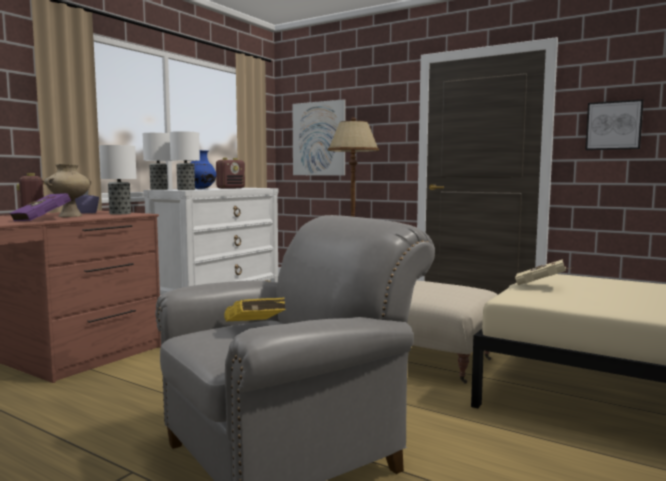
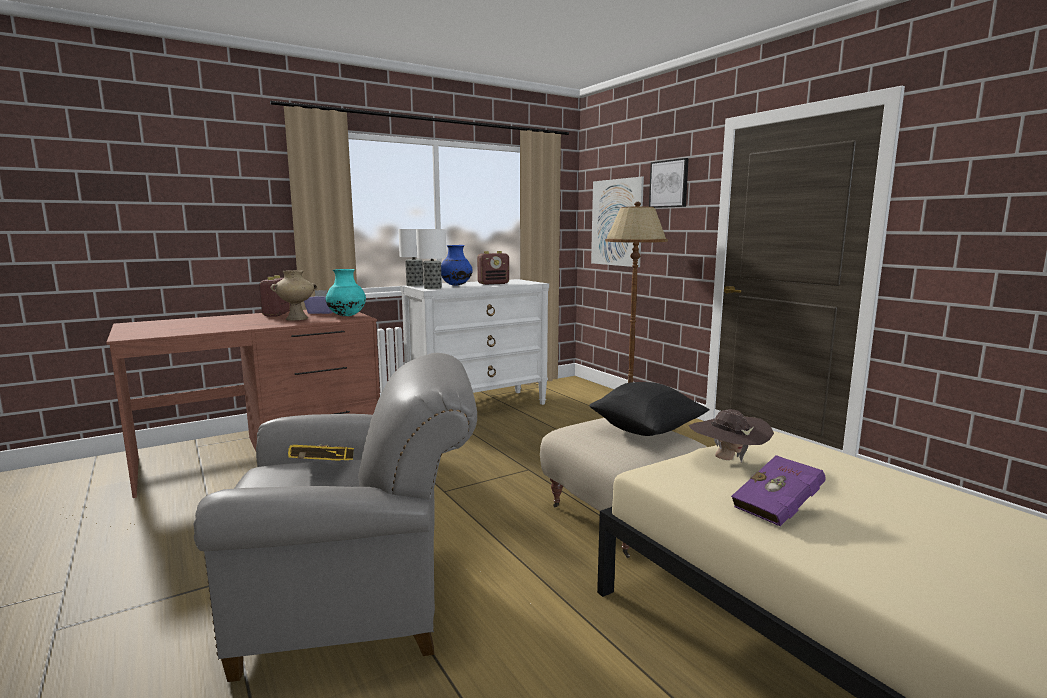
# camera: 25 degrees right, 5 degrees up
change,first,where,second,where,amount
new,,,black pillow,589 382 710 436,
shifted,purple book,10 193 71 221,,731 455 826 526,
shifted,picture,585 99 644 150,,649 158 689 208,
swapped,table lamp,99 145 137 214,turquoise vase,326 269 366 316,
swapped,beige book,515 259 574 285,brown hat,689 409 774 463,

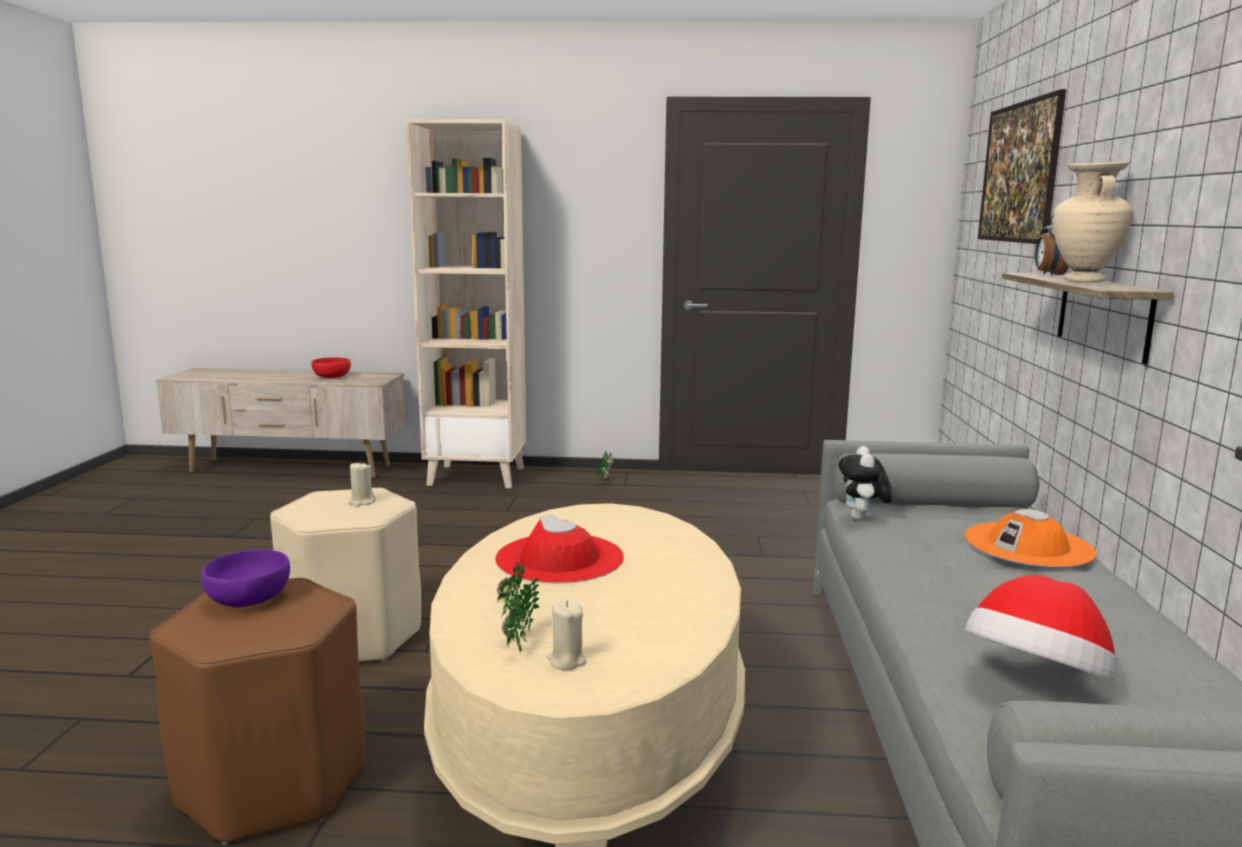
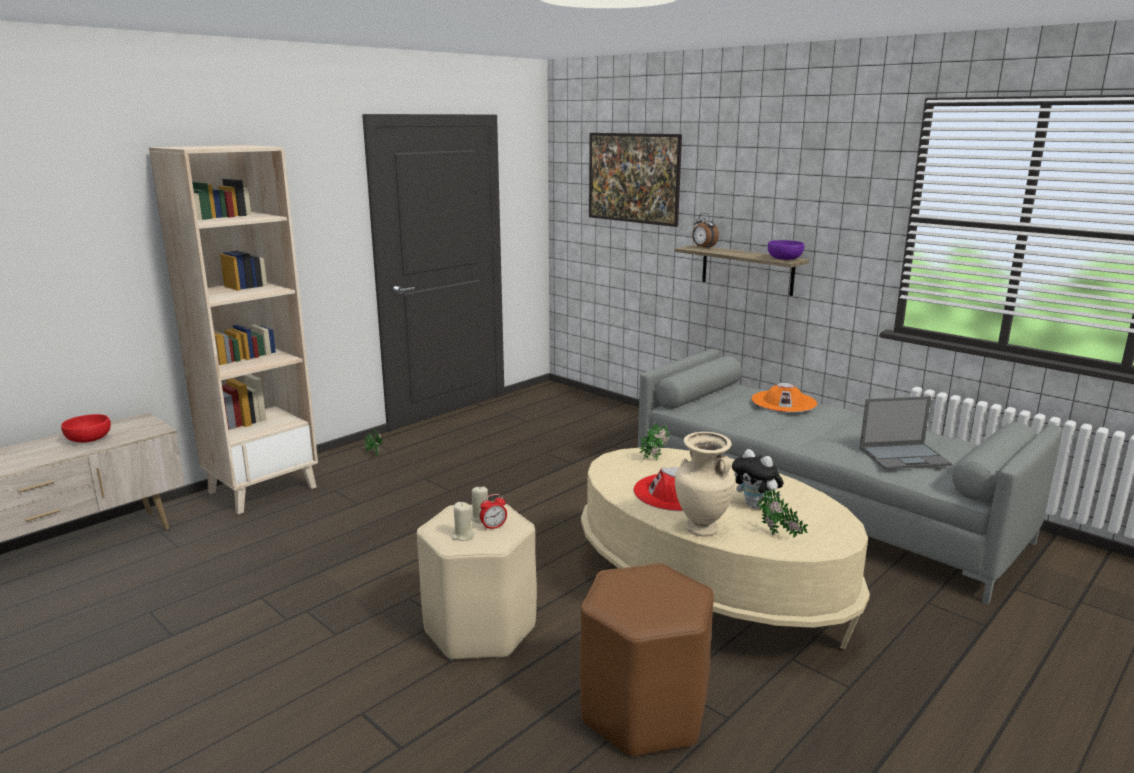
# camera: 50 degrees left, 5 degrees up
change,first,where,second,where,amount
new,,,alarm clock,480 494 507 530,
new,,,potted plant,640 422 671 460,
shifted,purple bowl,202 549 290 608,,768 240 804 260,
shifted,beige candle,547 599 586 670,,452 502 474 541,
shifted,plush toy,838 446 892 520,,732 449 784 508,
shifted,beige vase,1053 162 1133 283,,675 432 735 537,
swapped,hat,965 575 1117 680,laptop,859 396 952 469,

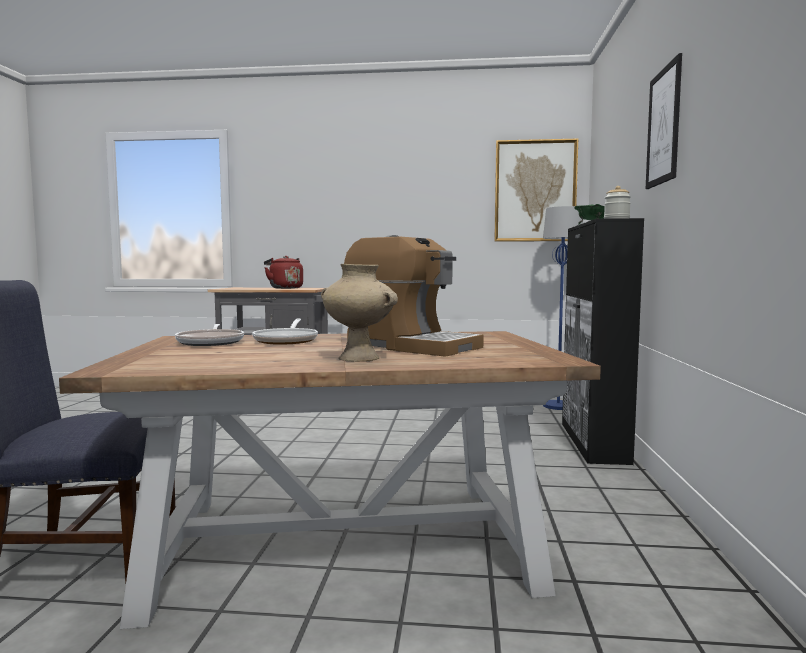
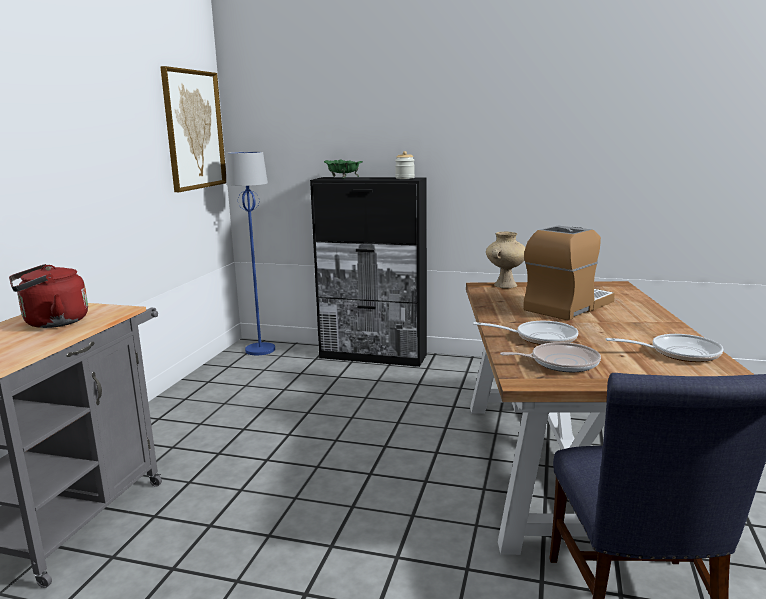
# camera: 80 degrees left, 10 degrees up
change,first,where,second,where,amount
gone,picture,646 53 682 189,,,
new,,,frying pan,606 334 723 362,
shifted,beige vase,321 264 398 362,,486 232 525 288,

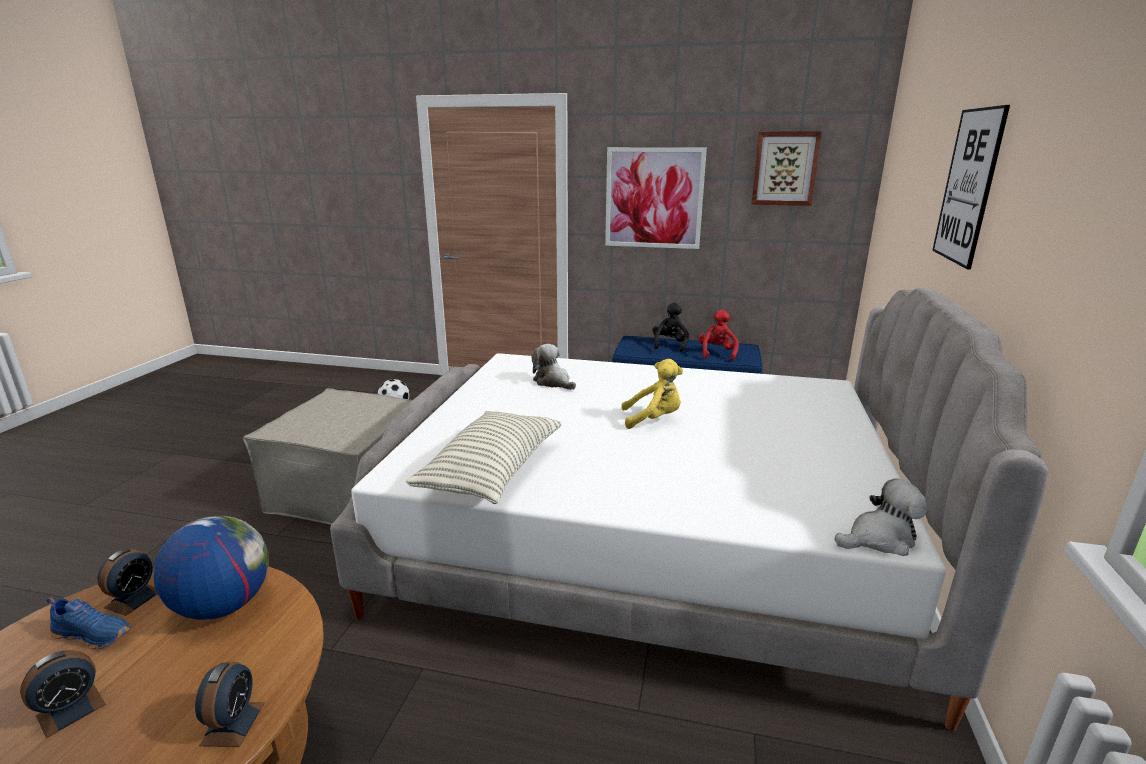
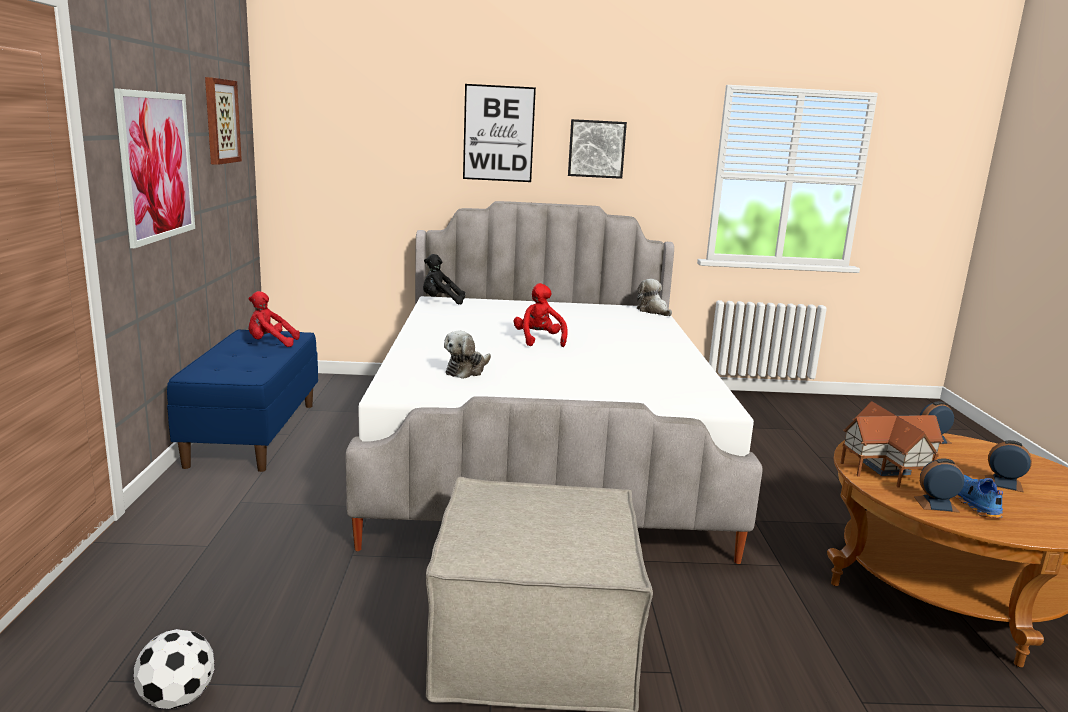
# camera: 105 degrees left, 5 degrees down
change,first,where,second,where,amount
gone,pillow,406 411 562 504,,,
new,,,picture,568 119 627 179,
shifted,black plush toy,653 303 689 352,,423 254 465 304,
swapped,globe,154 516 269 620,toy house,841 401 944 488,
repainted,yellow plush toy,621 359 683 429,red plush toy,513 283 568 347,

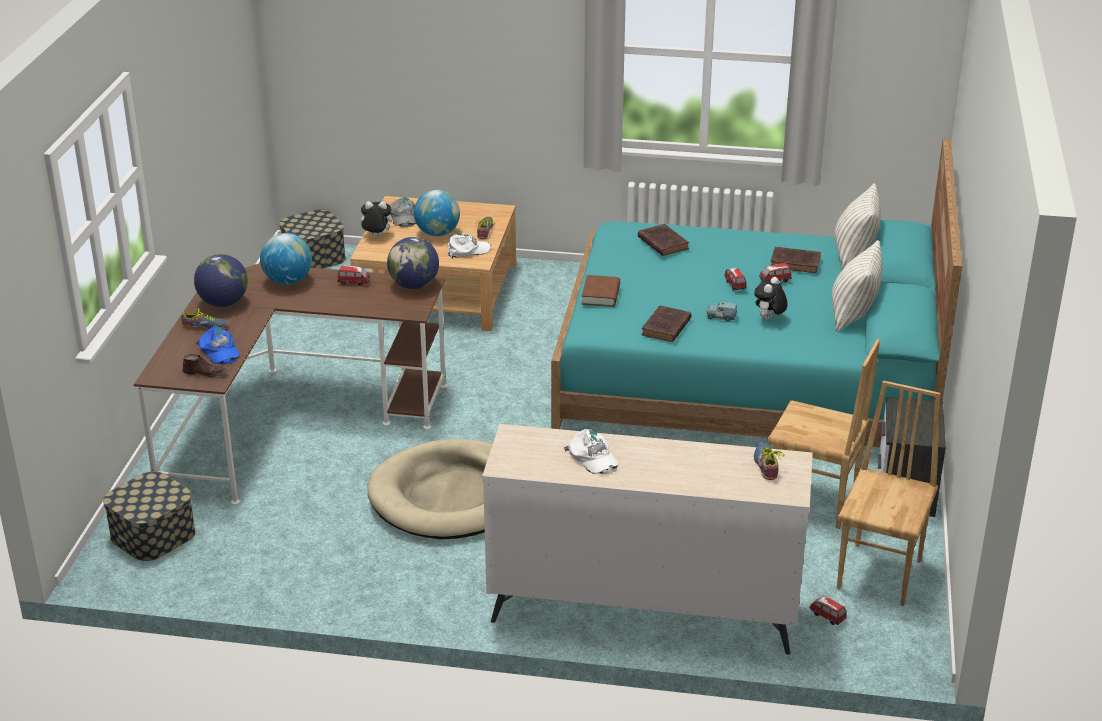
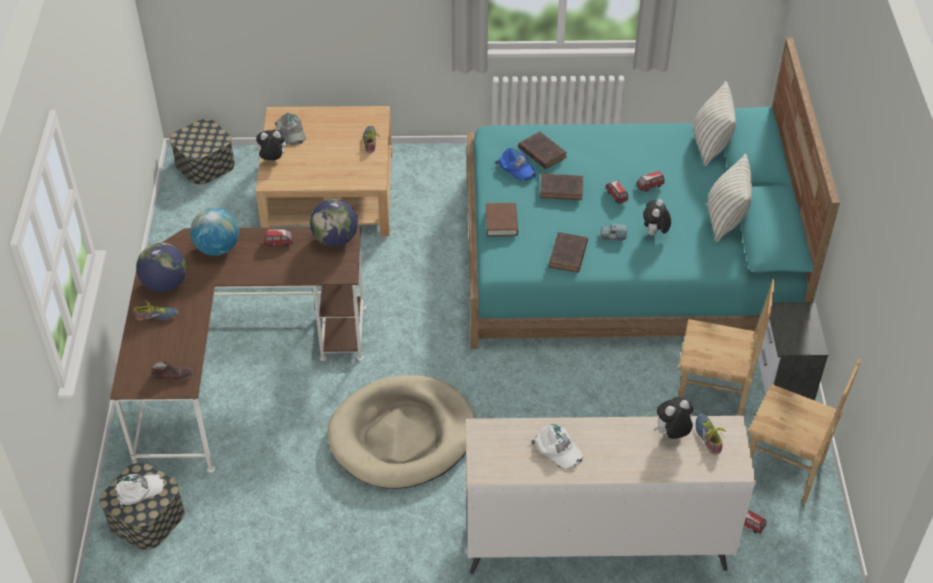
# camera: 10 degrees left, 15 degrees up
change,first,where,second,where,amount
gone,globe,414 190 460 236,,,
new,,,plush toy,654 397 693 439,
shifted,blue cap,196 326 240 364,,495 148 536 181,
shifted,white cap,447 233 491 259,,115 474 164 508,
shifted,brown book,771 247 821 273,,540 174 583 200,
rotated,brown chair,837 381 941 606,,747 359 862 504,105 degrees clockwise

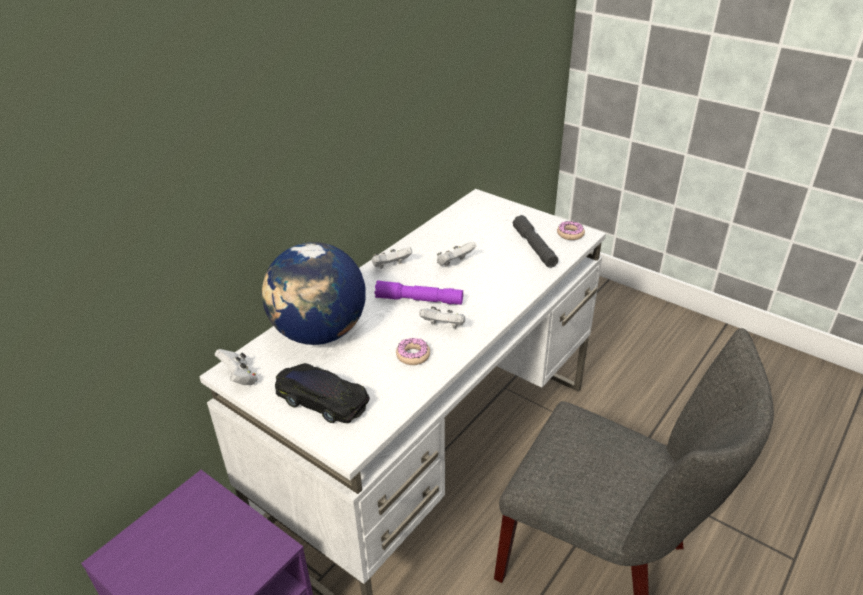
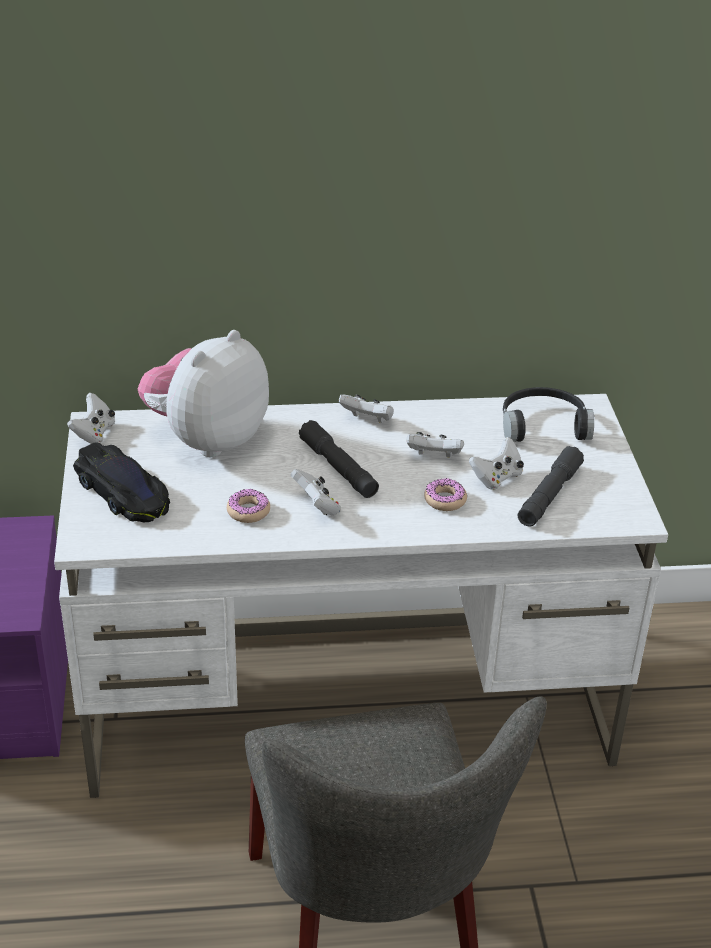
# camera: 45 degrees right, 0 degrees up
change,first,where,second,where,amount
new,,,white game controller,469 437 524 490,
new,,,black headphones,503 387 594 442,
shifted,donut,557 221 585 240,,424 478 467 511,
swapped,globe,262 242 366 345,plush toy,137 330 269 457,
repainted,purple flashlight,375 281 463 305,grey flashlight,299 420 379 498,
rotated,black toy car,275 363 370 423,,73 442 170 522,150 degrees clockwise

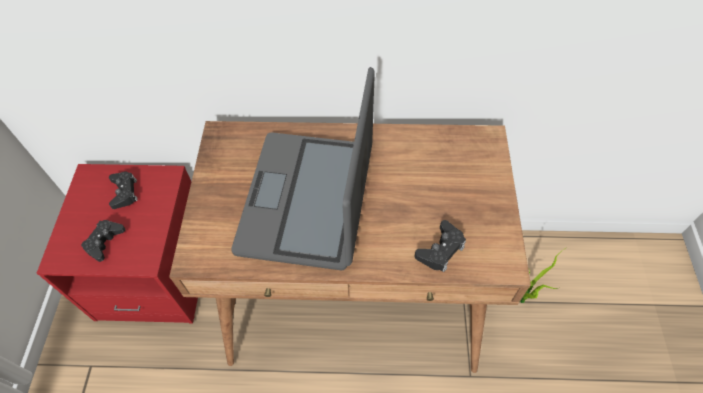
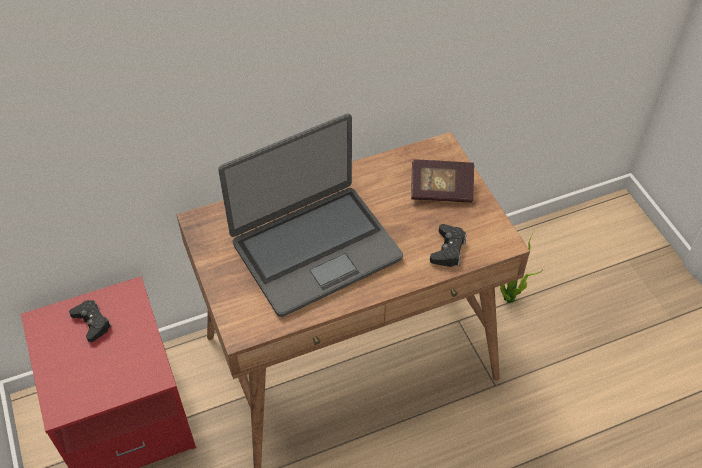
# camera: 25 degrees left, 5 degrees down
change,first,where,second,where,amount
gone,black game controller,81 220 125 262,,,
new,,,book,411 159 474 203,
rotated,laptop,231 67 375 270,,218 114 403 317,105 degrees counterclockwise

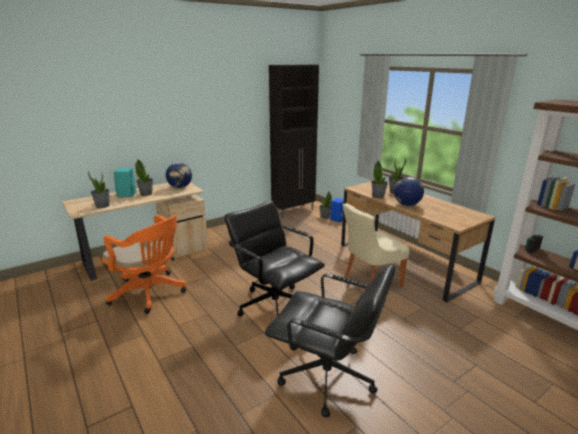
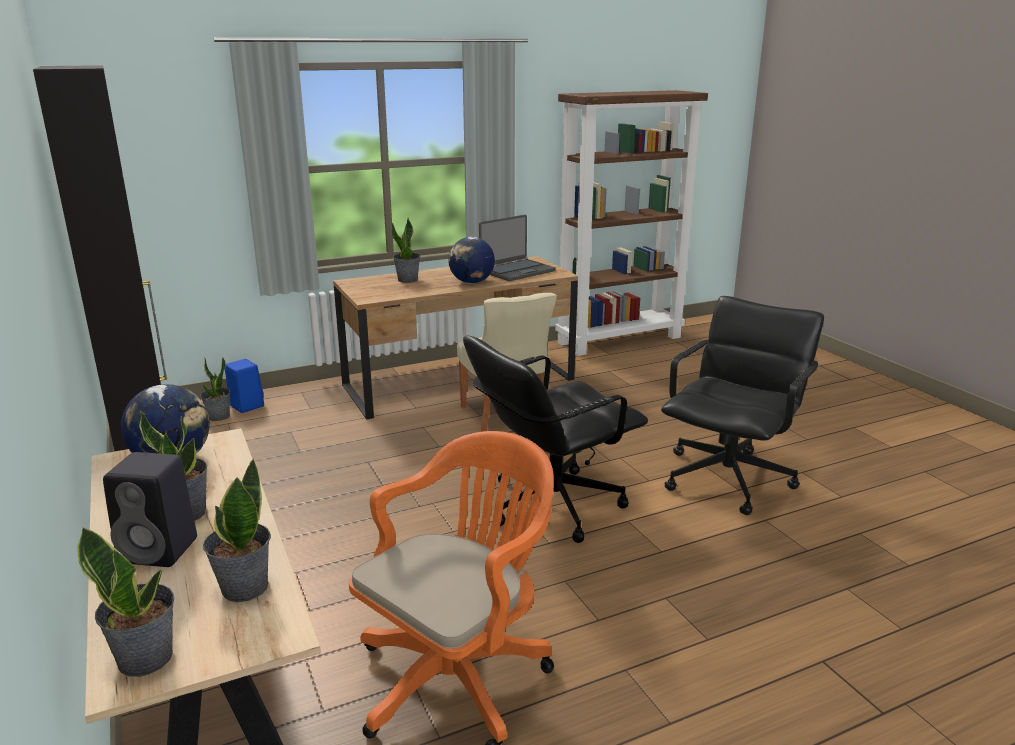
# camera: 80 degrees left, 0 degrees up
change,first,where,second,where,amount
new,,,laptop,479 215 555 281,
shifted,potted plant,371 161 388 198,,77 527 174 677,
repainted,turquoise speaker,114 168 136 197,black speaker,103 452 197 567,

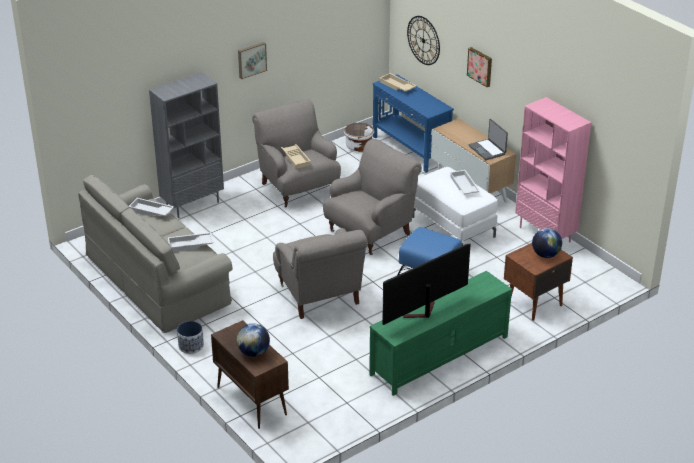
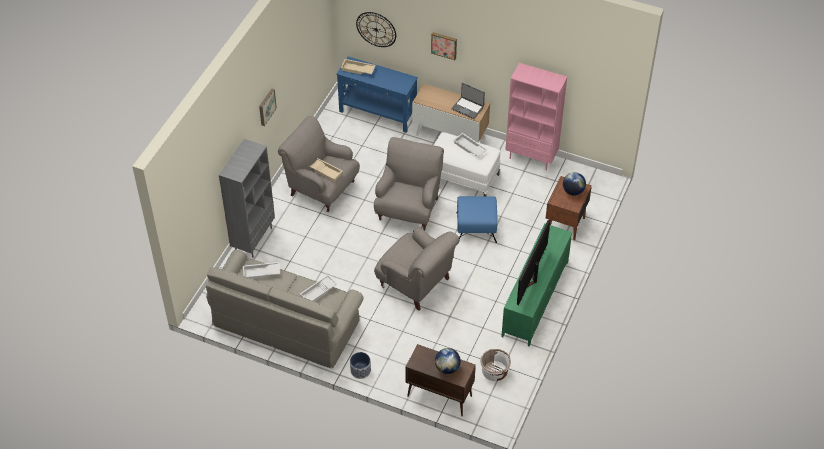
# camera: 30 degrees left, 15 degrees up
change,first,where,second,where,amount
shifted,white planter,344 123 374 152,,480 349 511 381,

